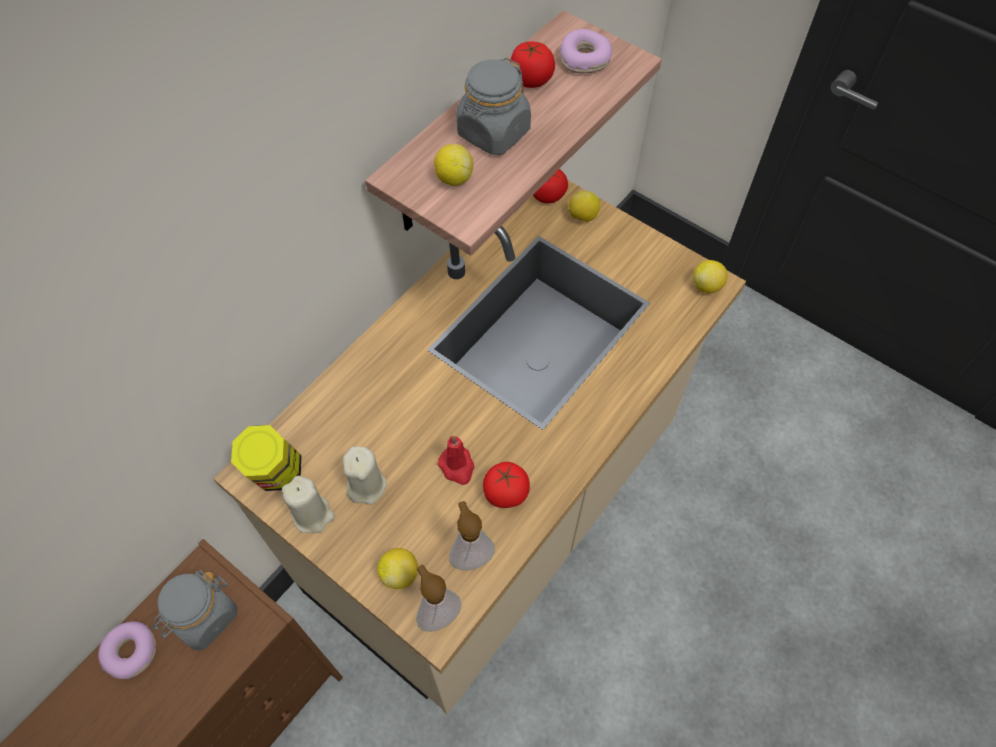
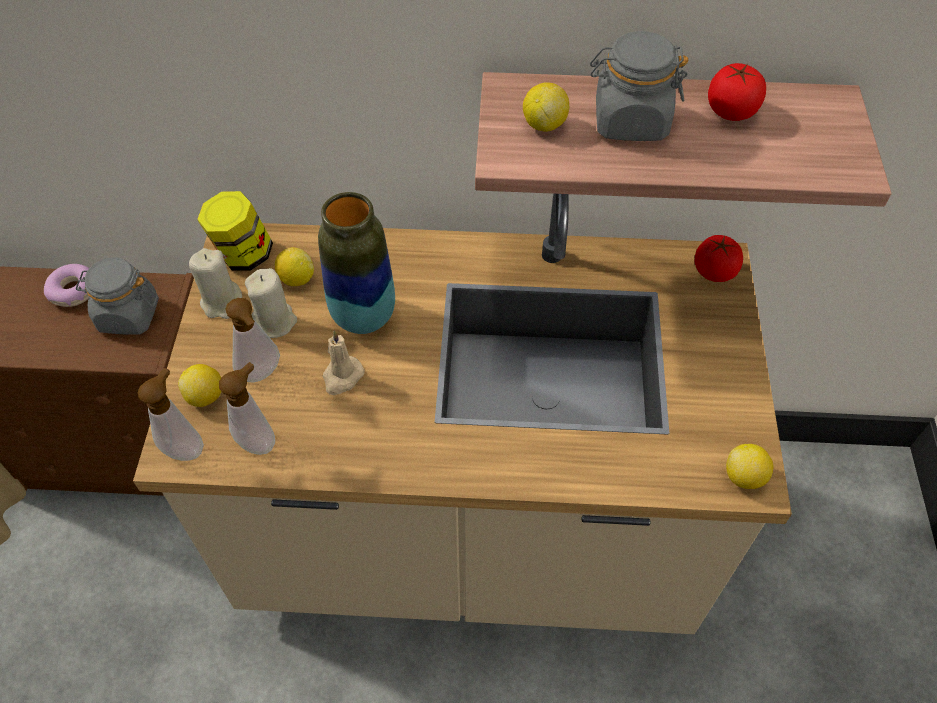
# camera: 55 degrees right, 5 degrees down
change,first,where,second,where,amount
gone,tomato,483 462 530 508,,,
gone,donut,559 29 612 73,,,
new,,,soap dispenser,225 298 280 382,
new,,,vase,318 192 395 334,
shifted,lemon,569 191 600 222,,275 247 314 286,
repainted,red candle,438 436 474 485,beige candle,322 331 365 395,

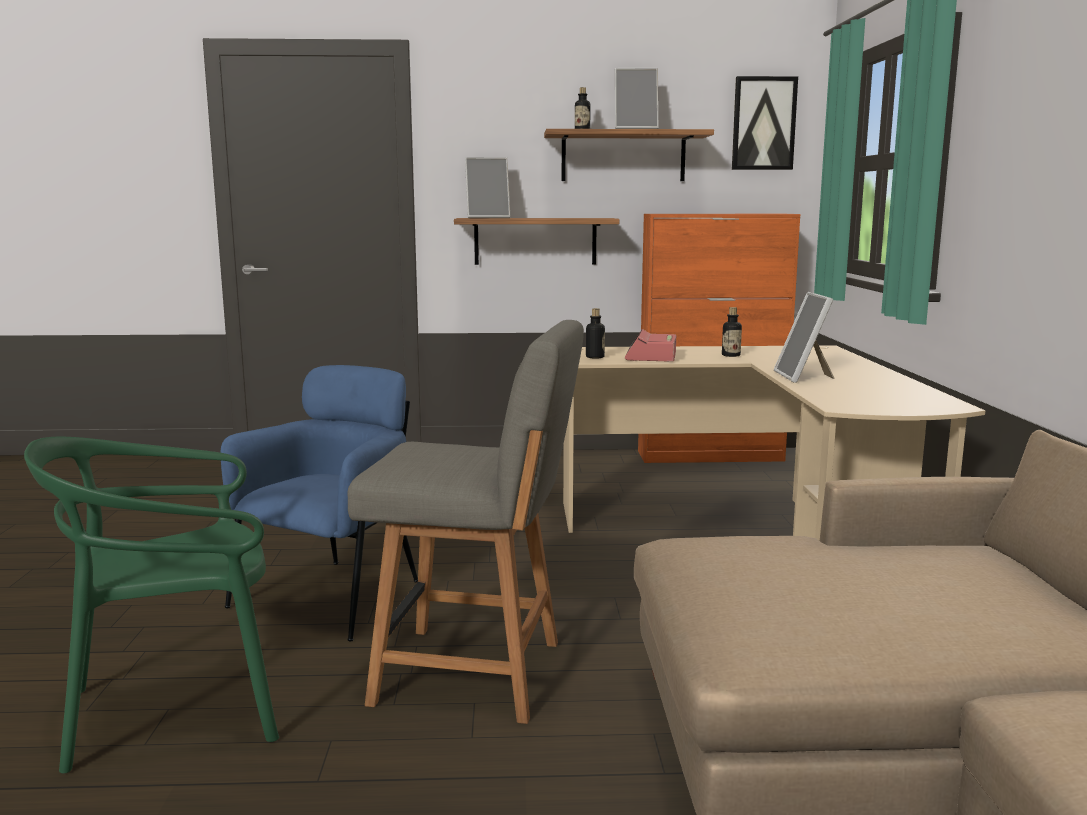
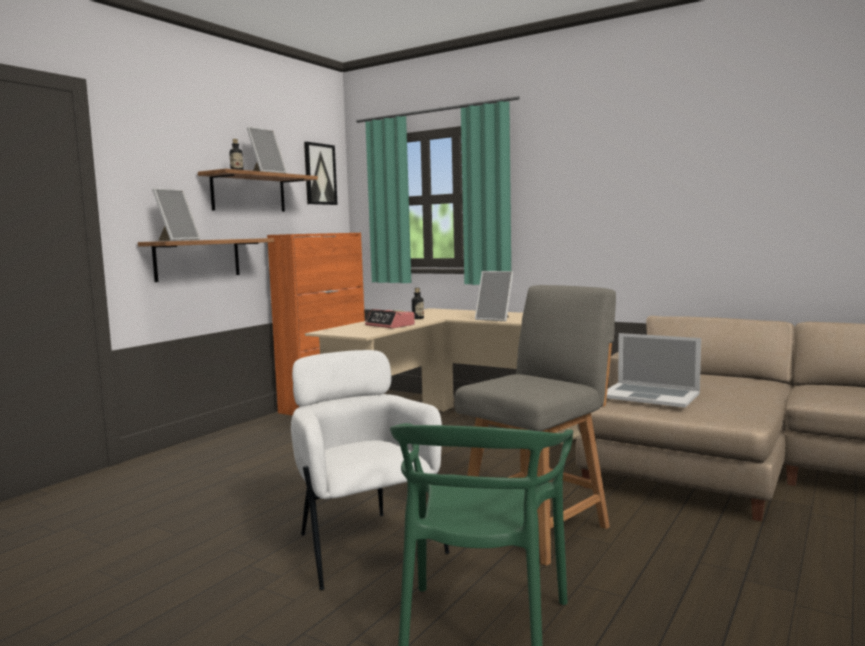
# camera: 55 degrees left, 5 degrees down
change,first,where,second,where,amount
gone,bottle,586 308 605 359,,,
new,,,laptop,607 333 701 408,
repainted,blue armchair,221 365 418 642,white armchair,291 350 450 590,

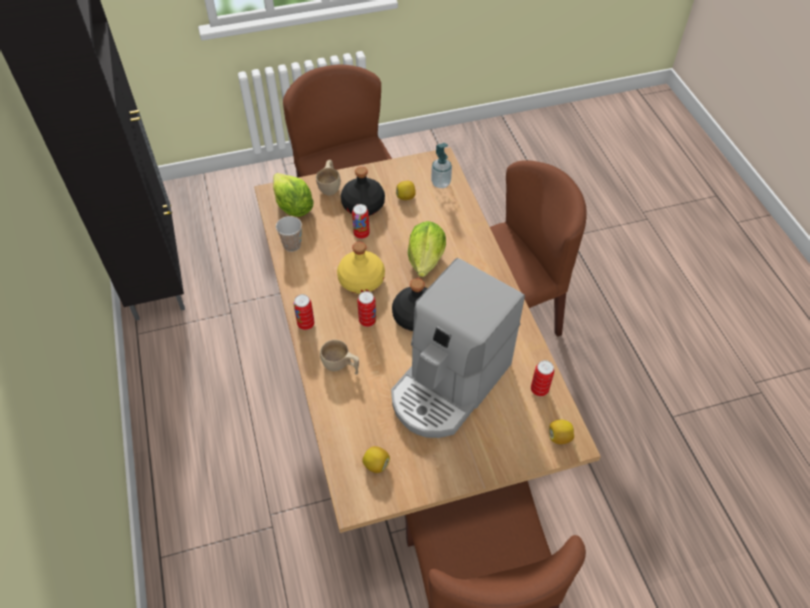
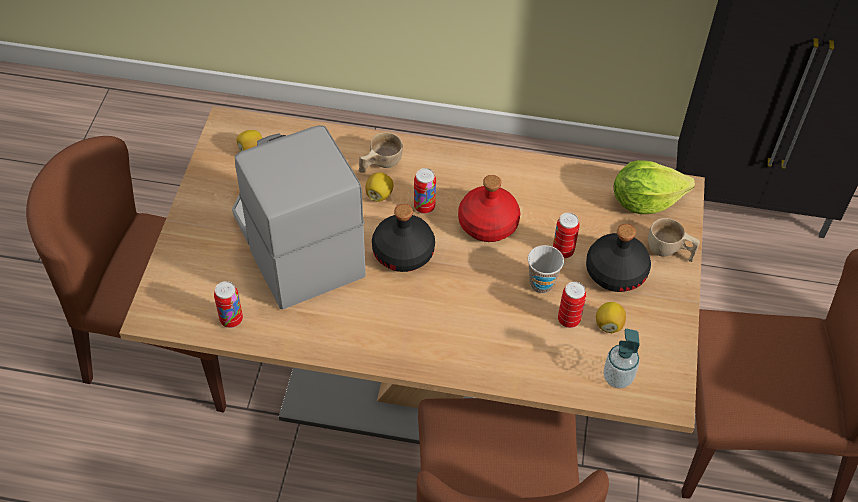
# camera: 115 degrees right, 0 degrees up
change,first,where,second,where,amount
gone,lettuce,408 221 446 277,,,
shifted,cup,276 216 302 252,,528 245 564 293,
shifted,can,294 294 315 330,,558 282 586 328,
shifted,lemon,549 420 574 444,,365 172 393 202,
repainted,yellow bottle,337 242 385 294,red bottle,458 175 520 242,

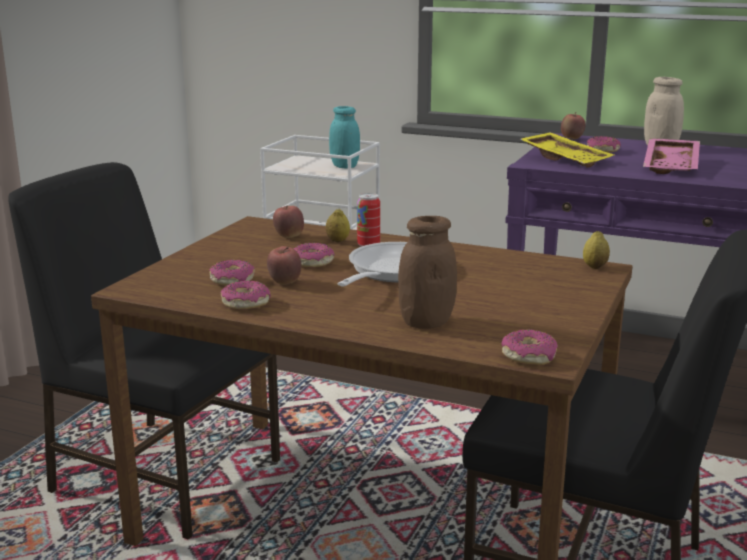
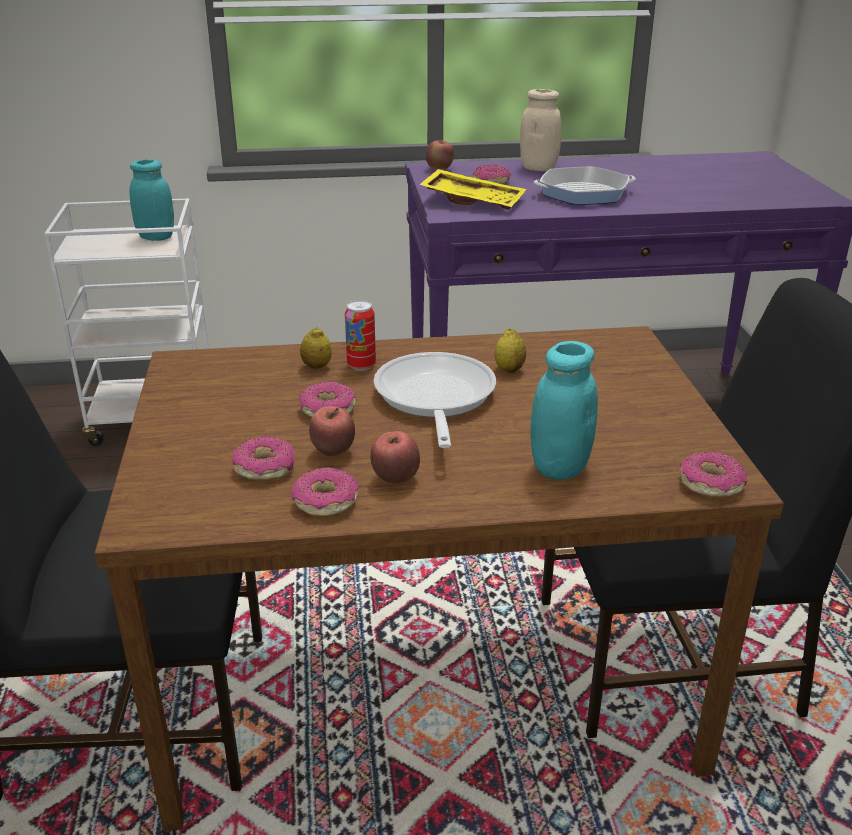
# camera: 30 degrees left, 10 degrees up
change,first,where,second,where,amount
shifted,apple,273 205 304 238,,370 431 420 484,
shifted,lemon,583 231 610 269,,495 328 526 373,
swapped,pink tray,643 139 700 174,frying pan,534 167 636 205,
repainted,brown jar,398 216 457 329,turquoise jar,531 341 598 480,

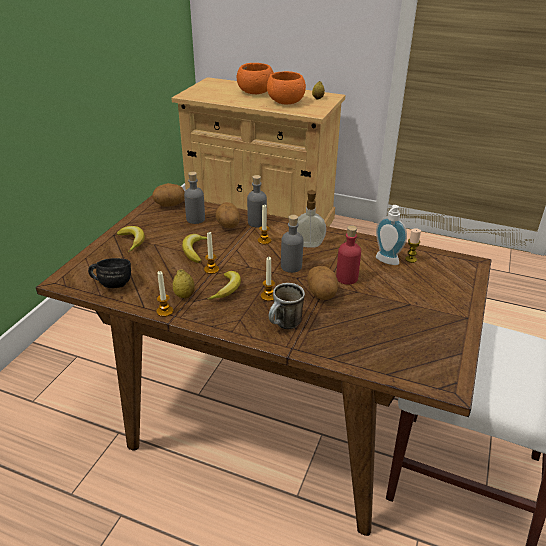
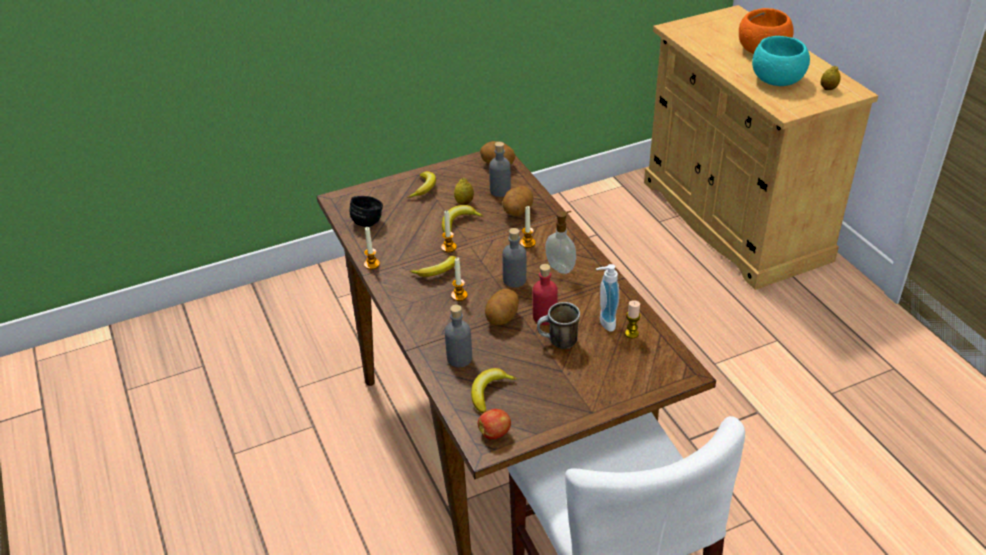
# camera: 45 degrees right, 5 degrees up
change,first,where,second,where,amount
new,,,banana,471 368 517 413,
new,,,apple,478 409 511 439,
shifted,lemon,173 269 195 298,,454 178 474 205,
shifted,grey bottle,247 175 267 227,,445 305 472 367,
shifted,mug,268 283 305 329,,537 302 580 349,
repainted,orange bowl,267 71 306 104,turquoise bowl,752 36 810 86,

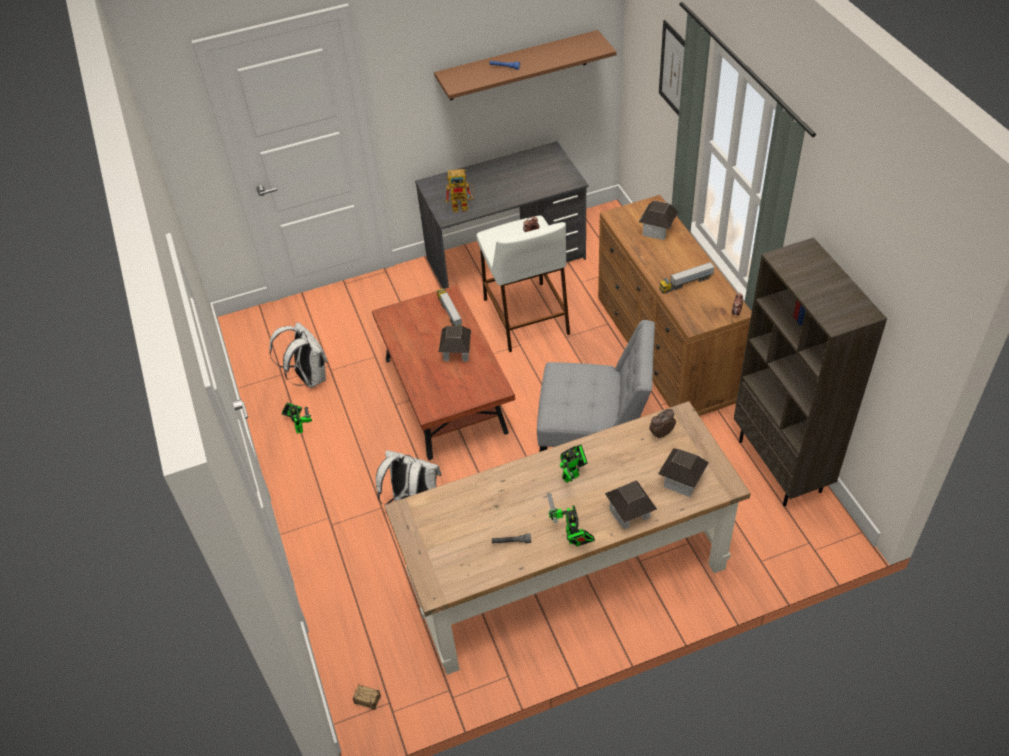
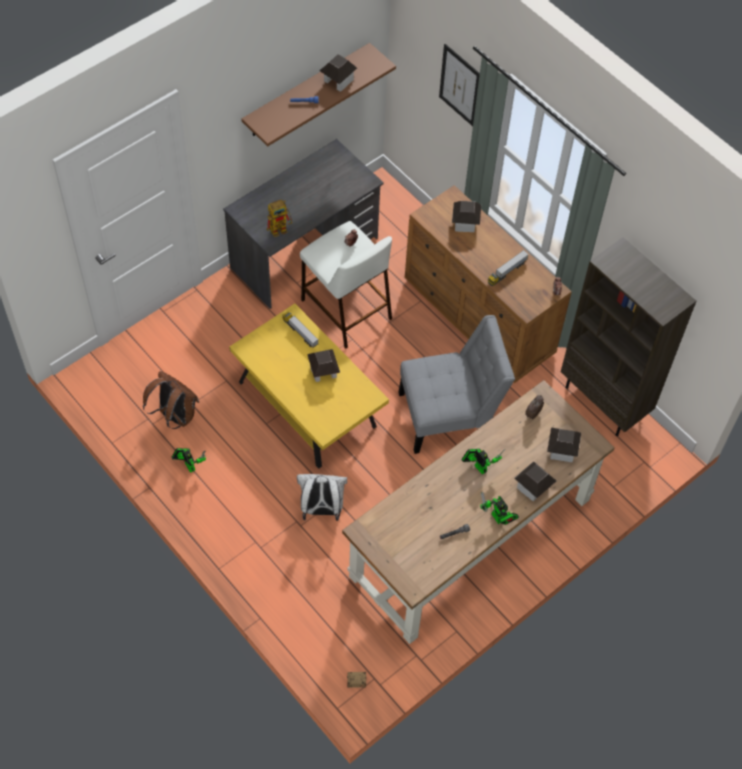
# camera: 25 degrees left, 10 degrees up
change,first,where,second,where,amount
new,,,toy house,319 54 357 92,
repainted,white backpack,269 322 327 388,brown backpack,143 371 199 429,
repainted,brown coffee table,372 285 515 460,yellow coffee table,229 304 389 469,
rotated,toy robot,560 445 588 483,,461 449 505 474,75 degrees counterclockwise

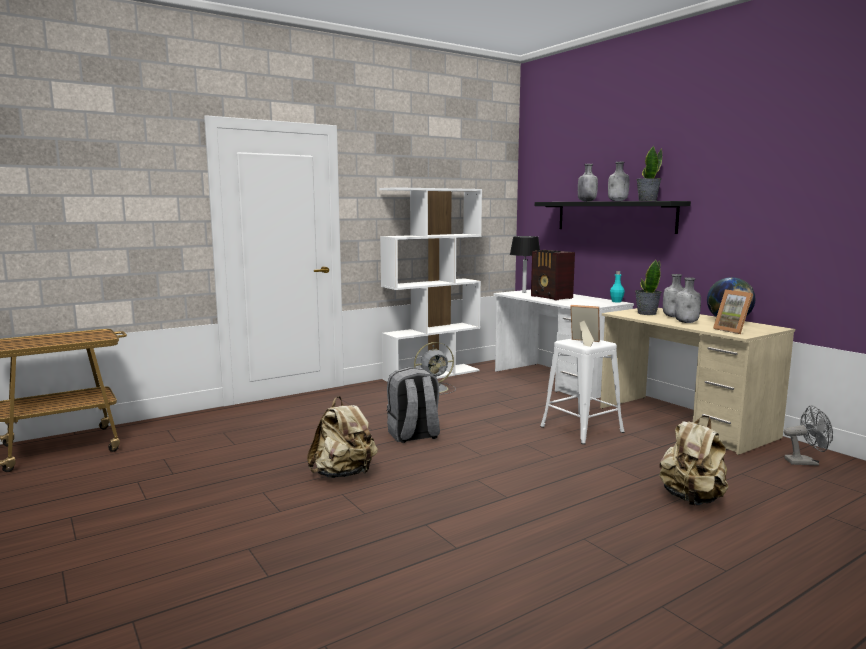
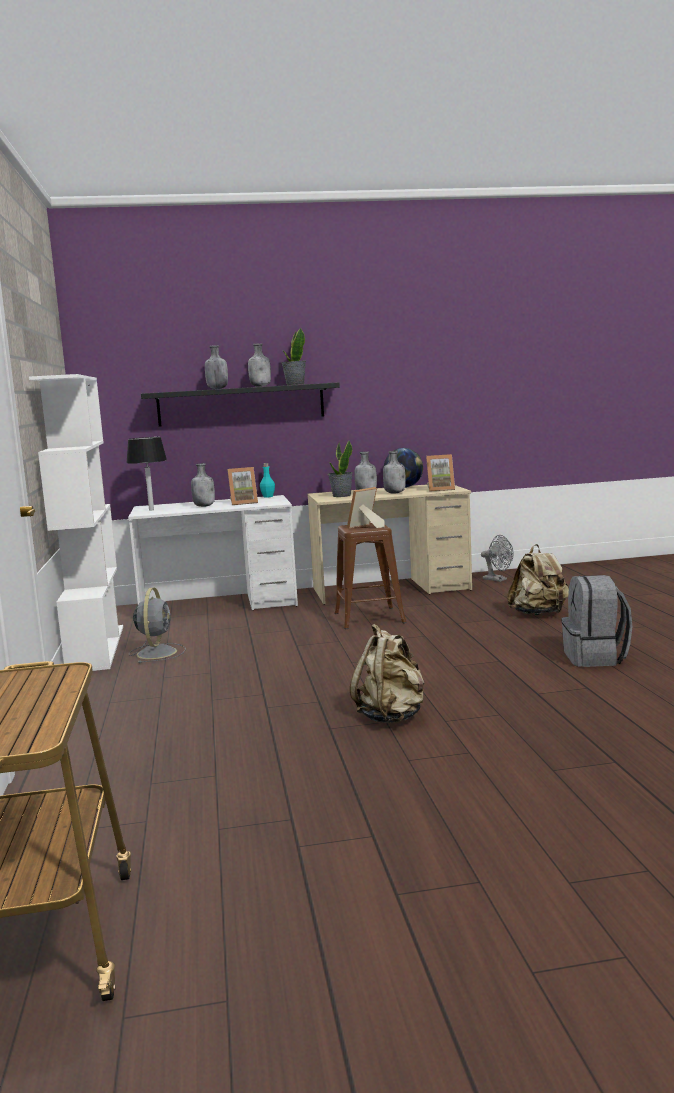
# camera: 65 degrees left, 0 degrees up
change,first,where,second,where,amount
new,,,picture frame,228 467 258 505,
shifted,grey backpack,387 367 440 443,,561 575 632 667,
swapped,radio,531 250 575 300,grey bottle,191 463 215 507,
repainted,white stool,540 339 625 445,brown stool,334 523 406 629,
rotated,grey fan,784 405 833 466,,481 535 513 582,105 degrees clockwise

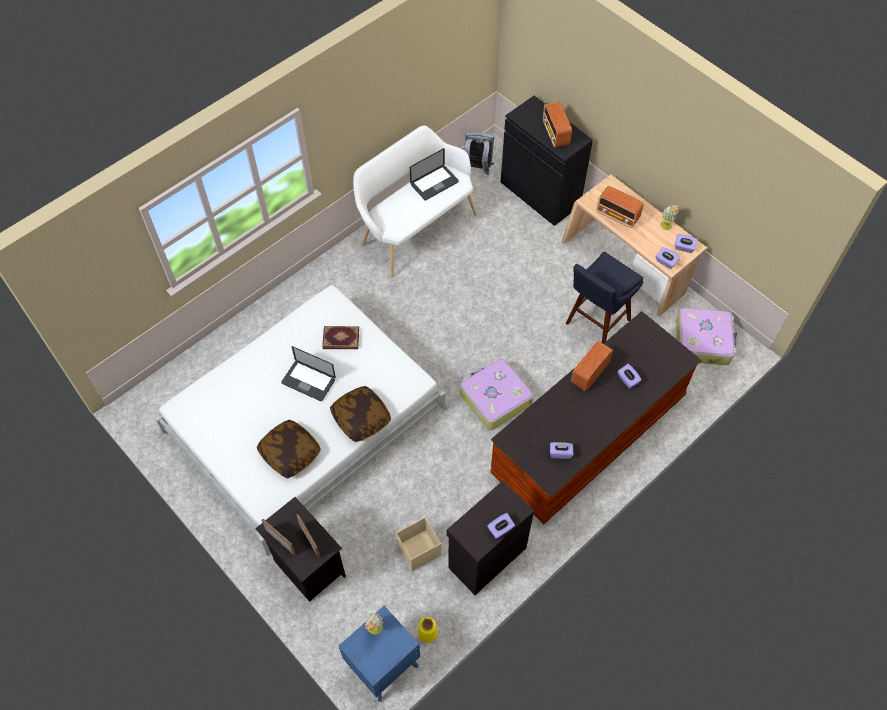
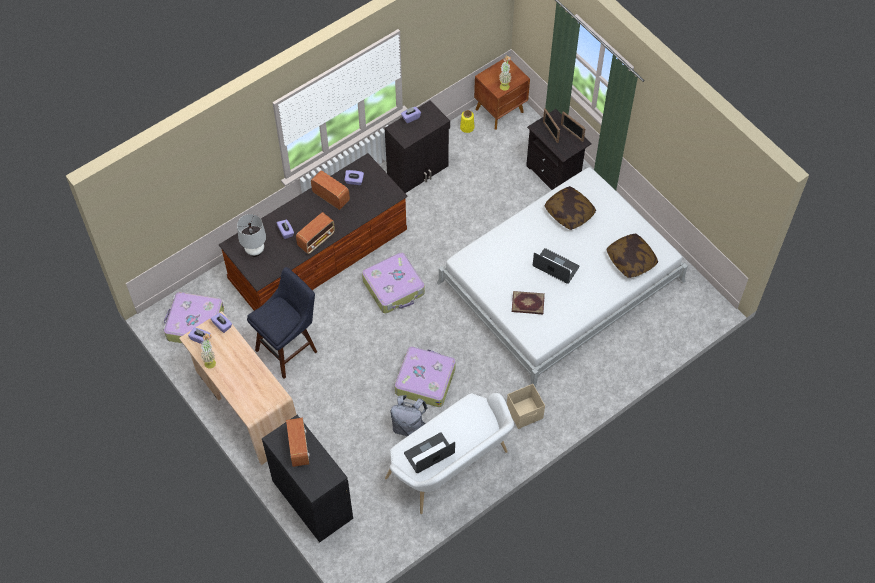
# camera: 175 degrees left, 0 degrees up
change,first,where,second,where,amount
new,,,white table lamp,237 214 266 257,
new,,,suitcase,395 346 456 407,
shifted,pillow,330 386 391 442,,606 234 658 278,
shifted,beige storage box,396 517 441 571,,507 384 545 429,
shifted,grey backpack,465 132 494 175,,391 395 427 436,
shifted,radio,597 186 644 228,,311 171 350 210,
repainted,blue nightstand,339 606 420 702,brown nightstand,474 59 530 130,

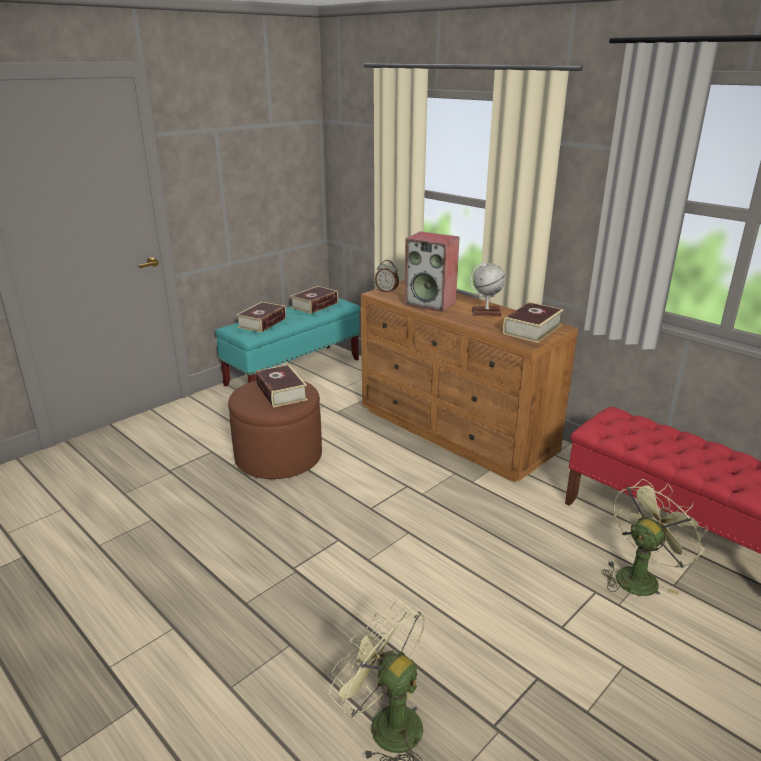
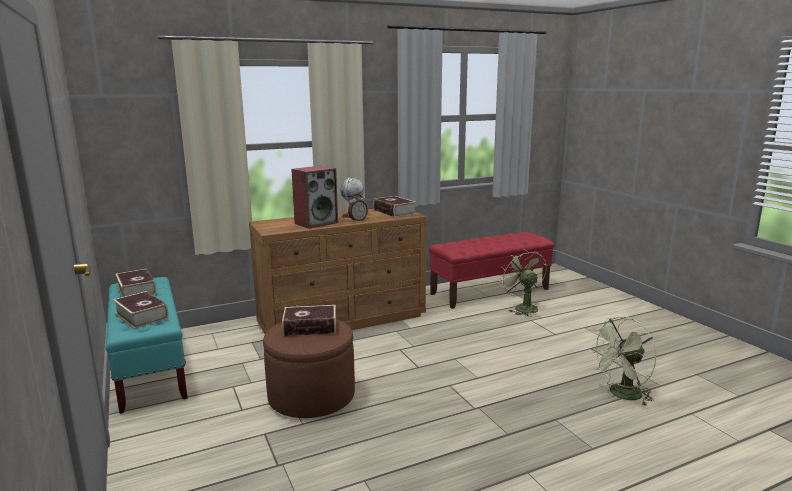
# camera: 70 degrees left, 10 degrees down
change,first,where,second,where,amount
shifted,alarm clock,375 260 399 293,,348 194 368 222,

